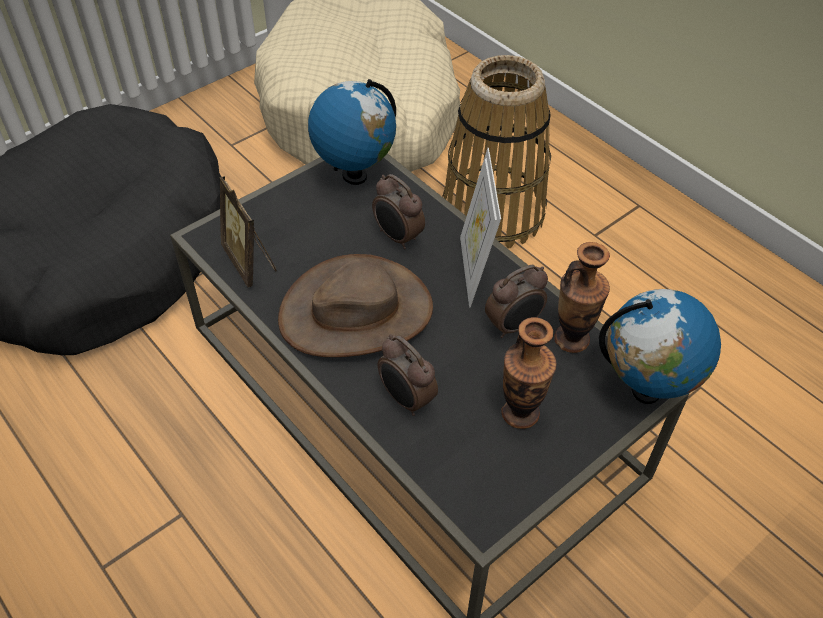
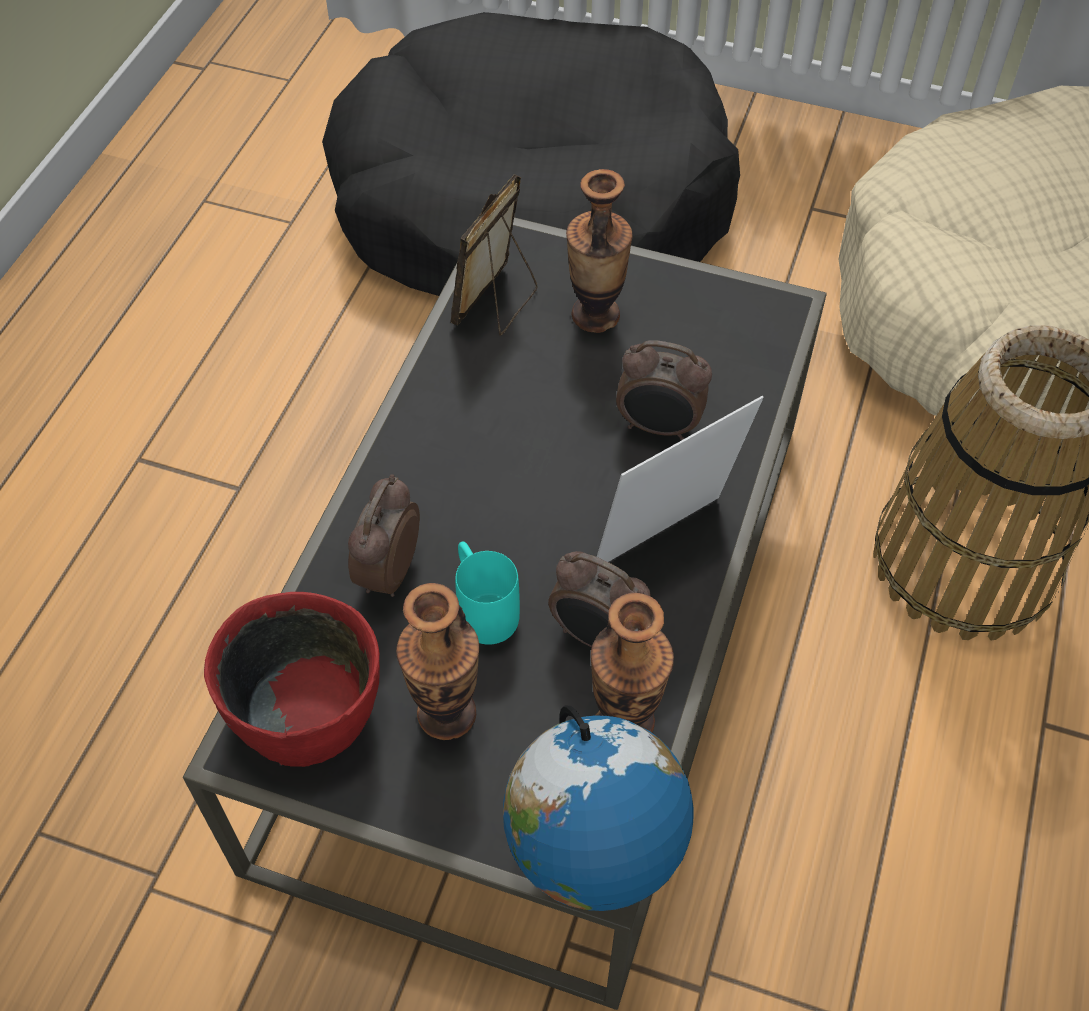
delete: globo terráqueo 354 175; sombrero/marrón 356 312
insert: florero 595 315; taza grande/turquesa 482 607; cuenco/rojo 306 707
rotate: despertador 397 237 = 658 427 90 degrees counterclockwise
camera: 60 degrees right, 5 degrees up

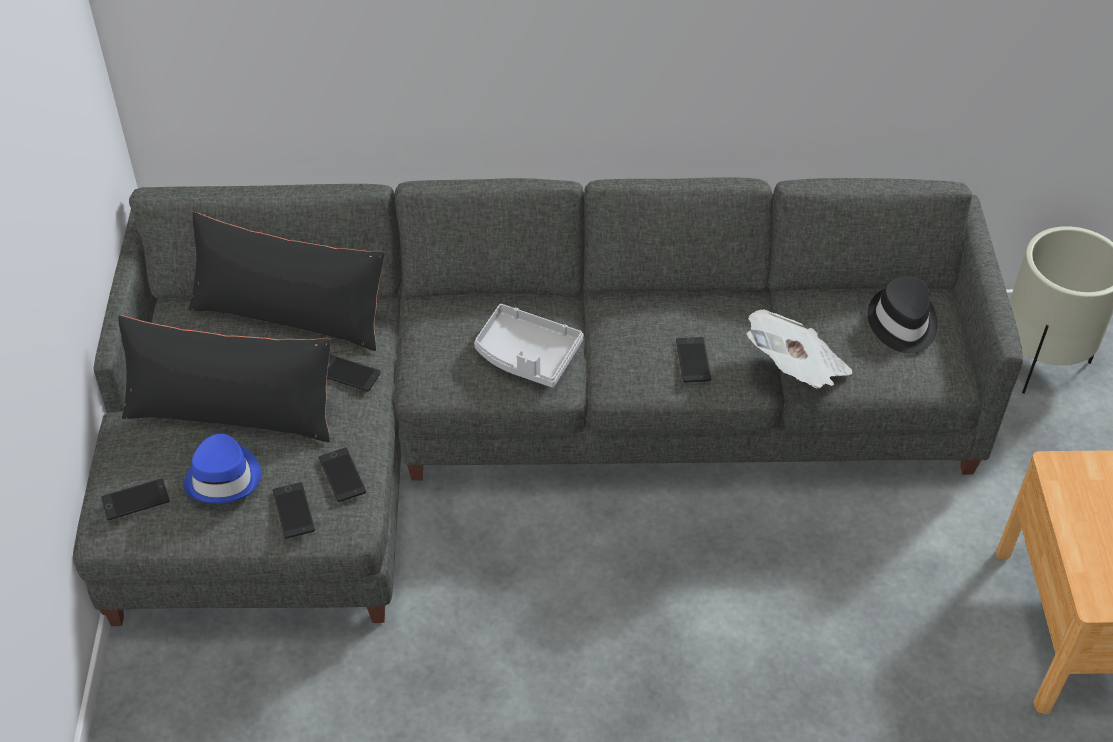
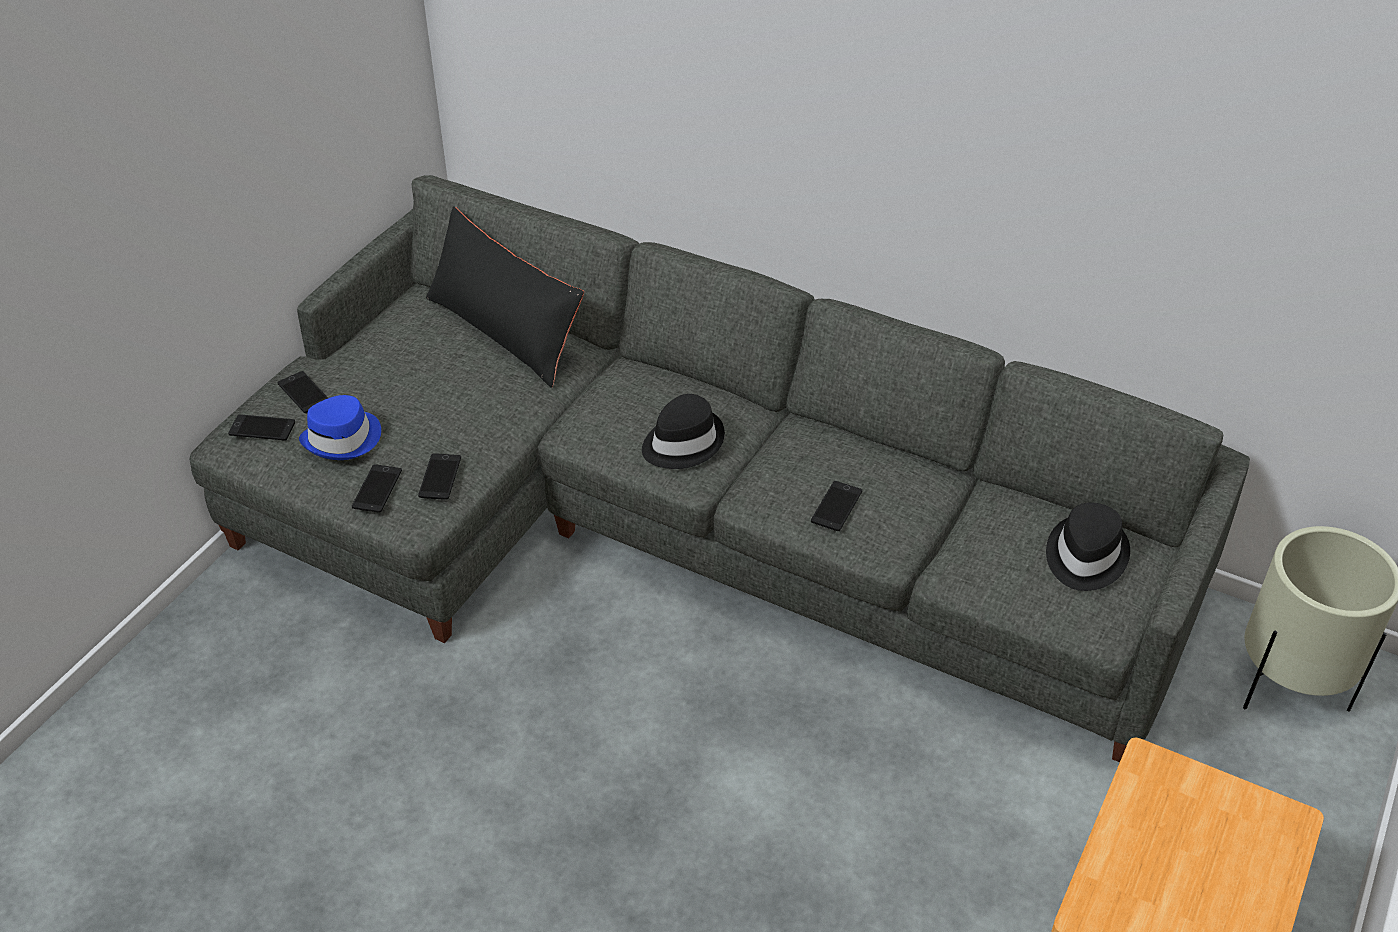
delete: periódico 796 369; cojín/negro 232 410
move: móvil 348 374 to 303 393
replace: bandeja/gris 527 355 to sombrero/negro 682 442
camera: 30 degrees right, 5 degrees down

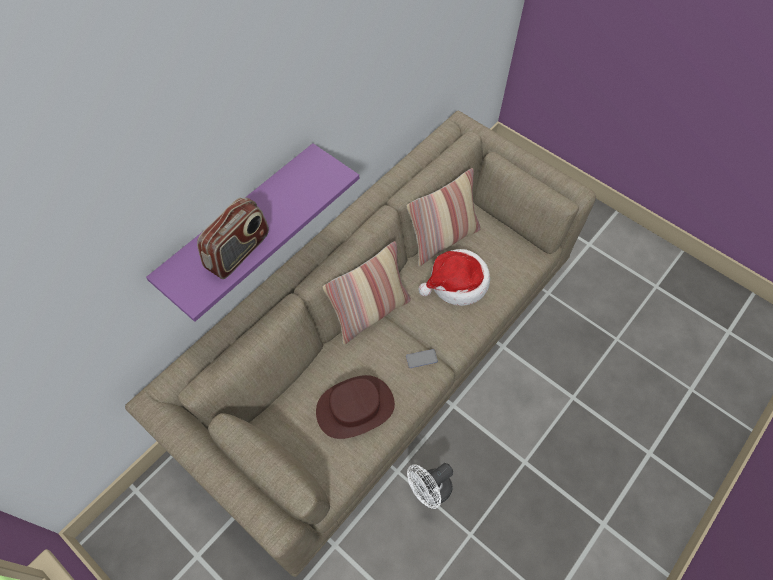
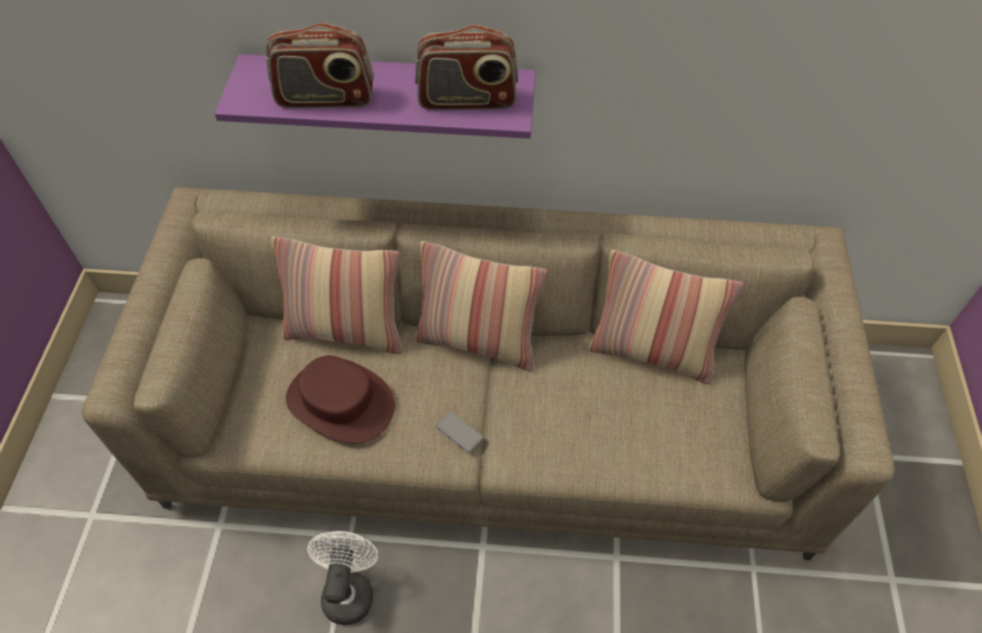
delete: sombrero 456 283
insert: radio 467 100; cojín 346 331
rotate: ventilador/blanco 429 491 = 349 589 75 degrees clockwise
camera: 55 degrees right, 5 degrees down

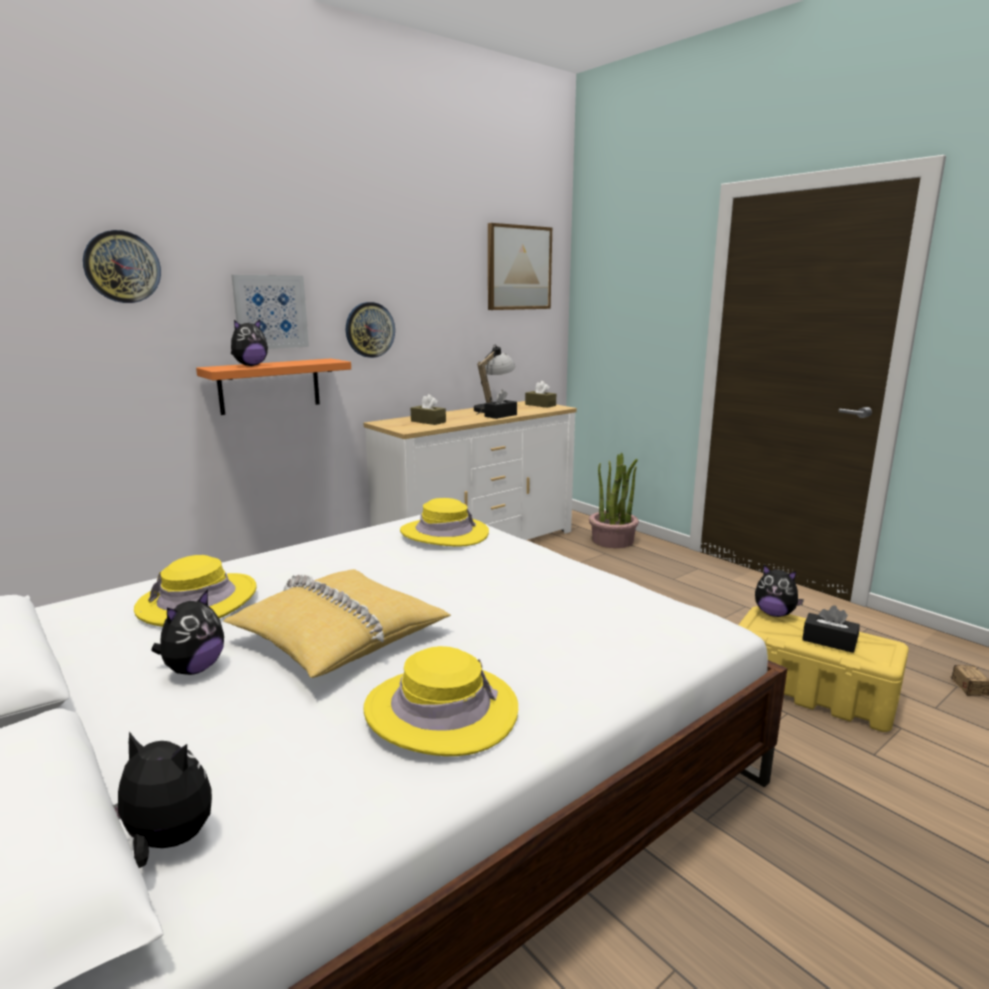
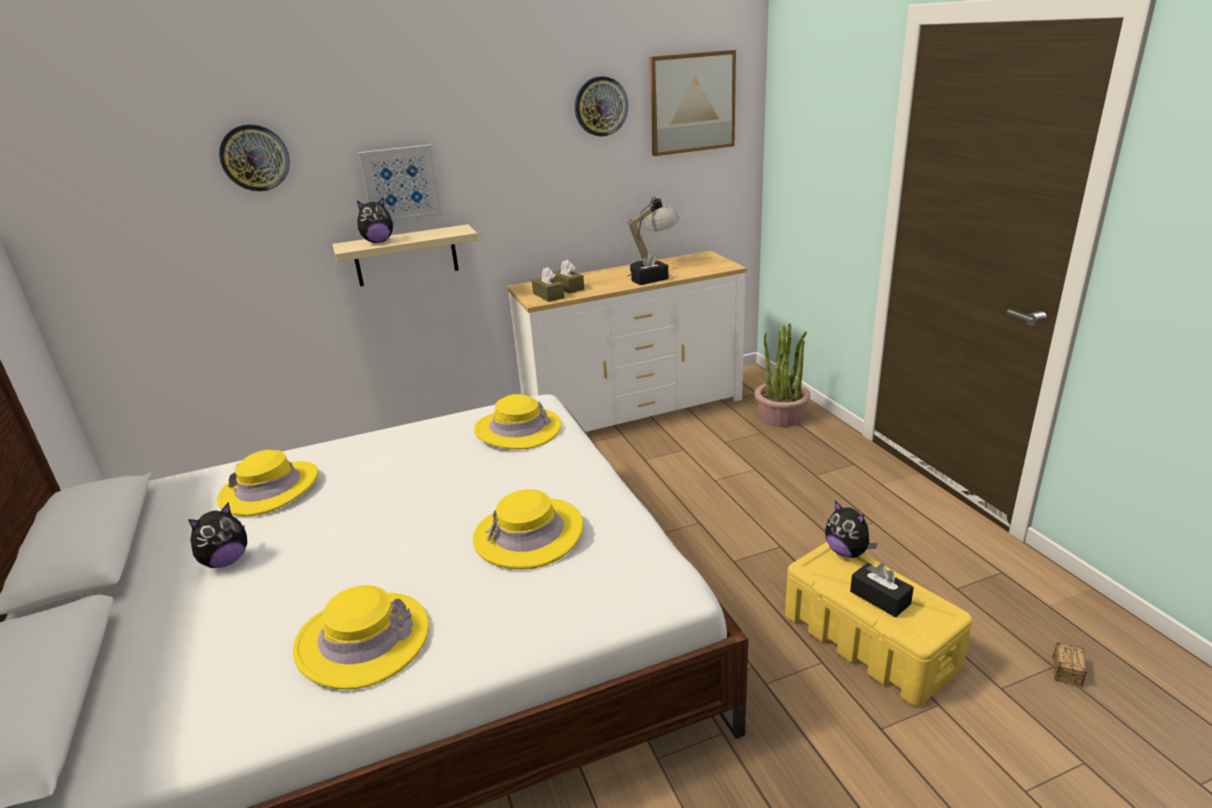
delete: cojín/amarillo 338 636; peluche 167 842
insert: sombrero/amarillo 529 534
move: reloj de pared 369 330 to 600 106; caja de pañuelos/marrón 540 405 to 548 295
recolor: estante/naranja 269 386 to estante/beis 406 256
camera: 20 degrees right, 10 degrees up

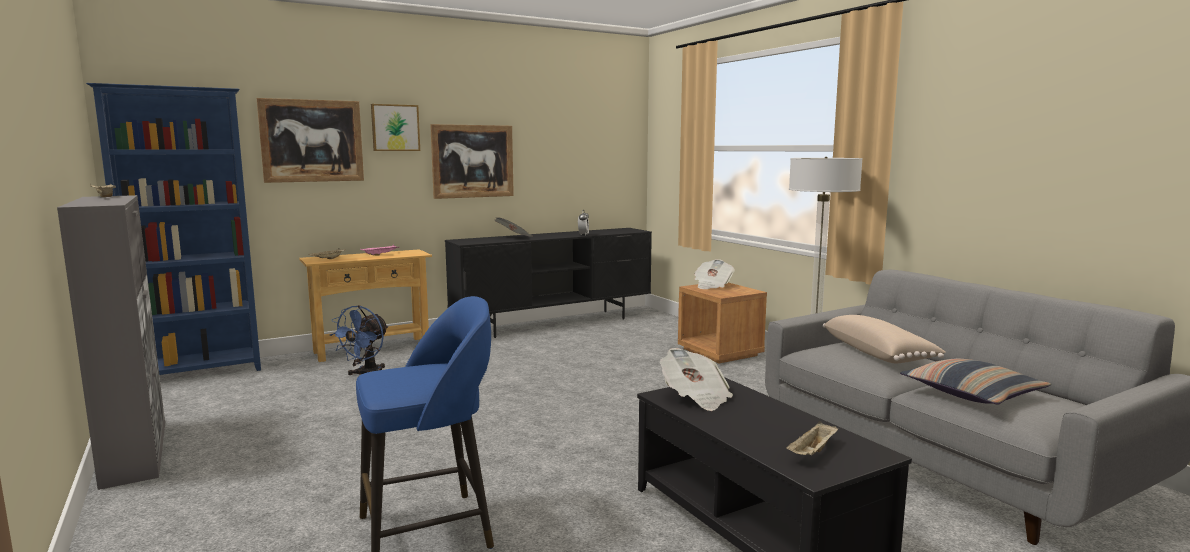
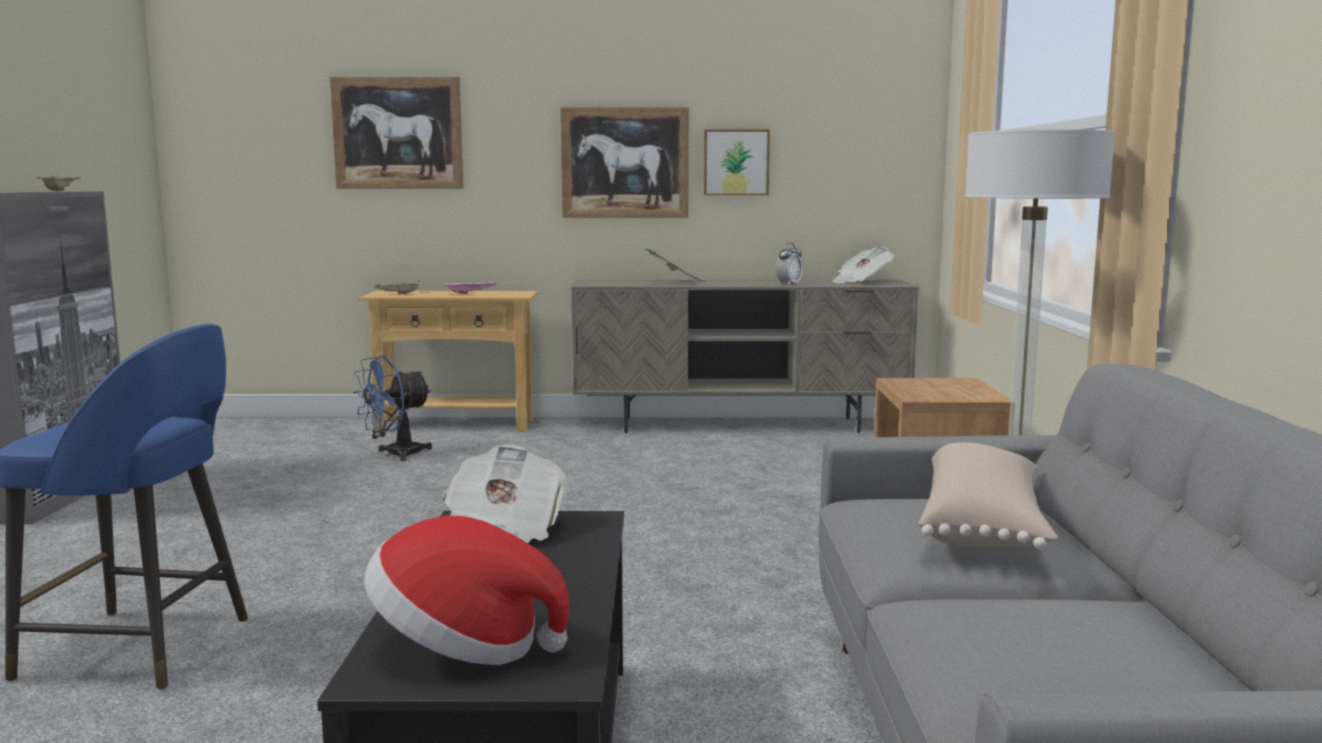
delete: estantería/azul 200 373; cojín 972 393
move: cuadro 395 128 to 736 162; periódico 712 286 to 861 281
replace: bandeja/beis 813 453 to sombrero 462 646
recolor: mueble de televisión/negro 555 323 to mueble de televisión/beis 741 425
camera: 30 degrees right, 0 degrees up

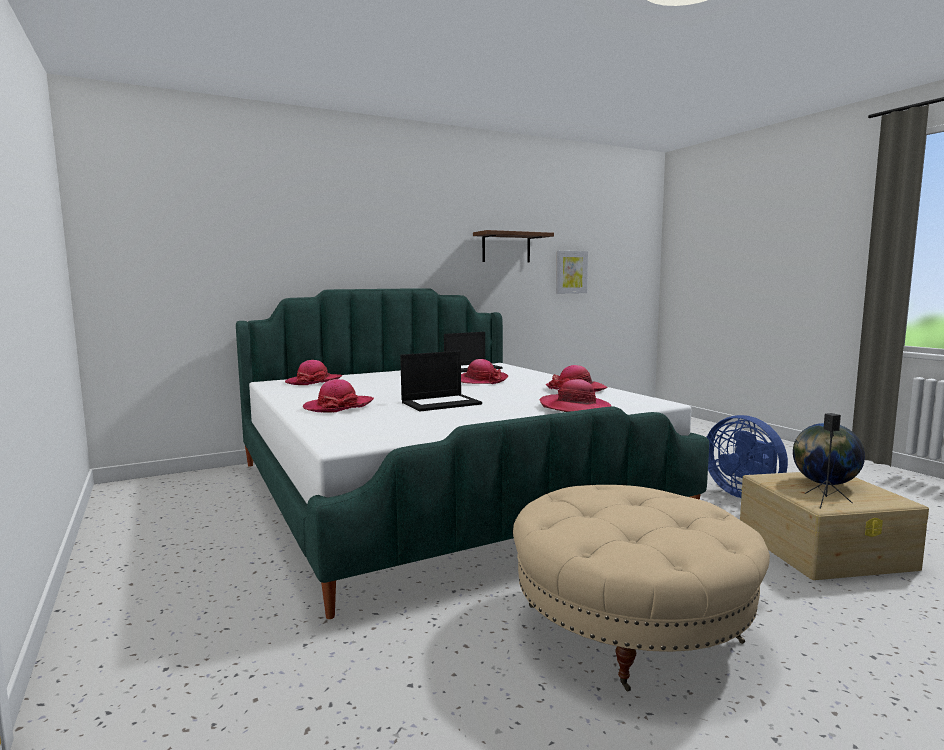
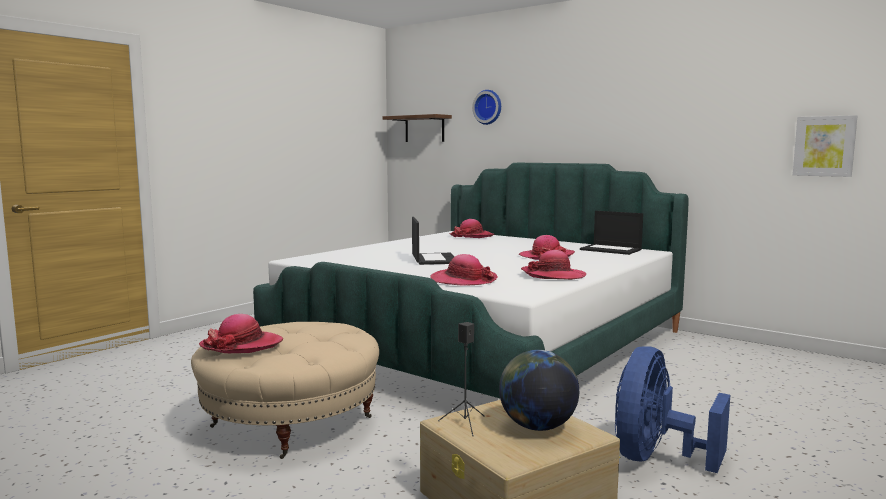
insert: reloj de pared 488 107
move: estante/marrón 506 247 to 424 129; sombrero 338 406 to 241 345
rotate: portátil 441 403 = 433 259 135 degrees counterclockwise
camera: 65 degrees right, 0 degrees up

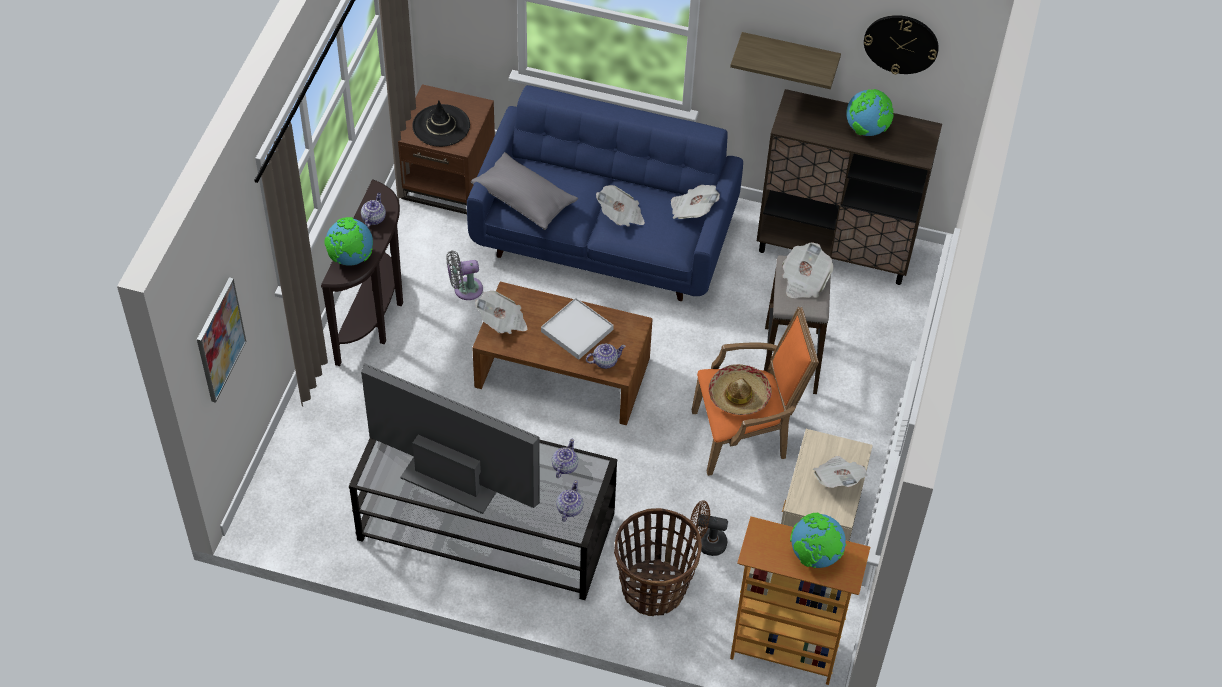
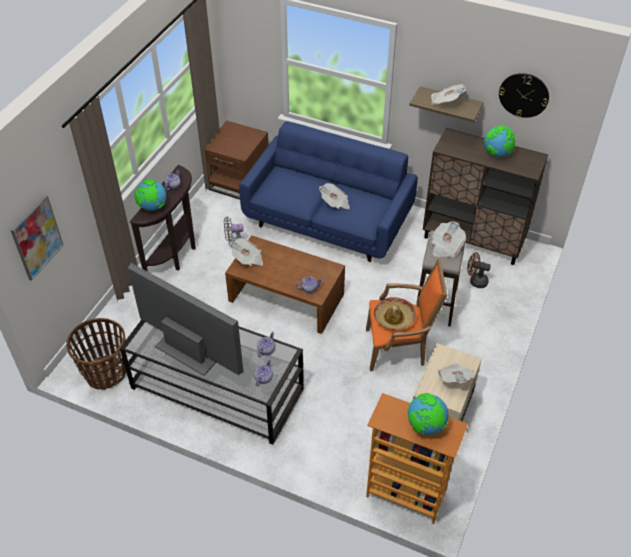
delete: sombrero/negro 441 126; cojín/gris 524 200; bandeja/blanco 577 330
move: periódico 692 210 to 445 101; ventilador/marrón 706 542 to 475 281; cesta 654 588 to 106 373
camera: 10 degrees right, 5 degrees down

